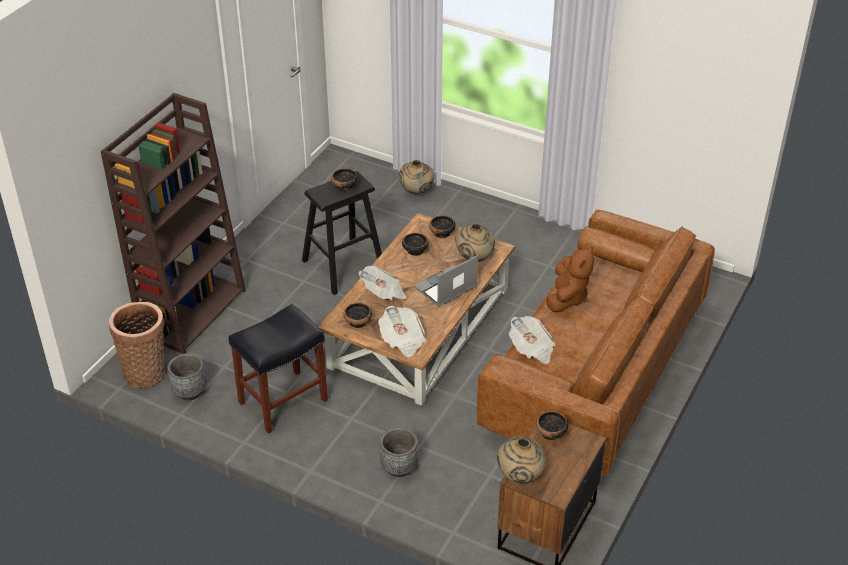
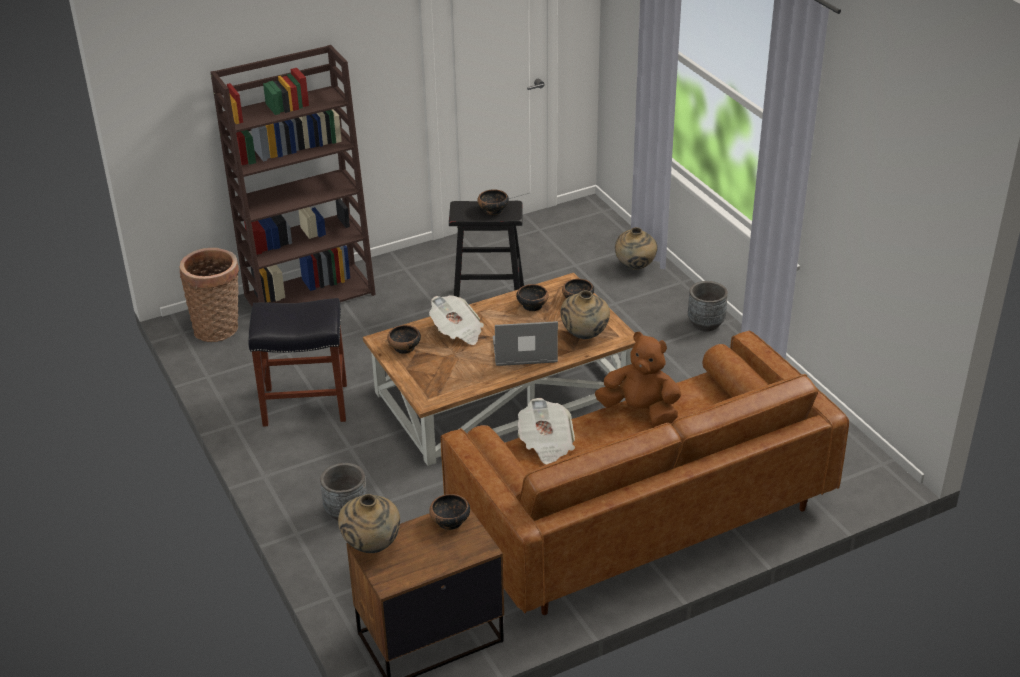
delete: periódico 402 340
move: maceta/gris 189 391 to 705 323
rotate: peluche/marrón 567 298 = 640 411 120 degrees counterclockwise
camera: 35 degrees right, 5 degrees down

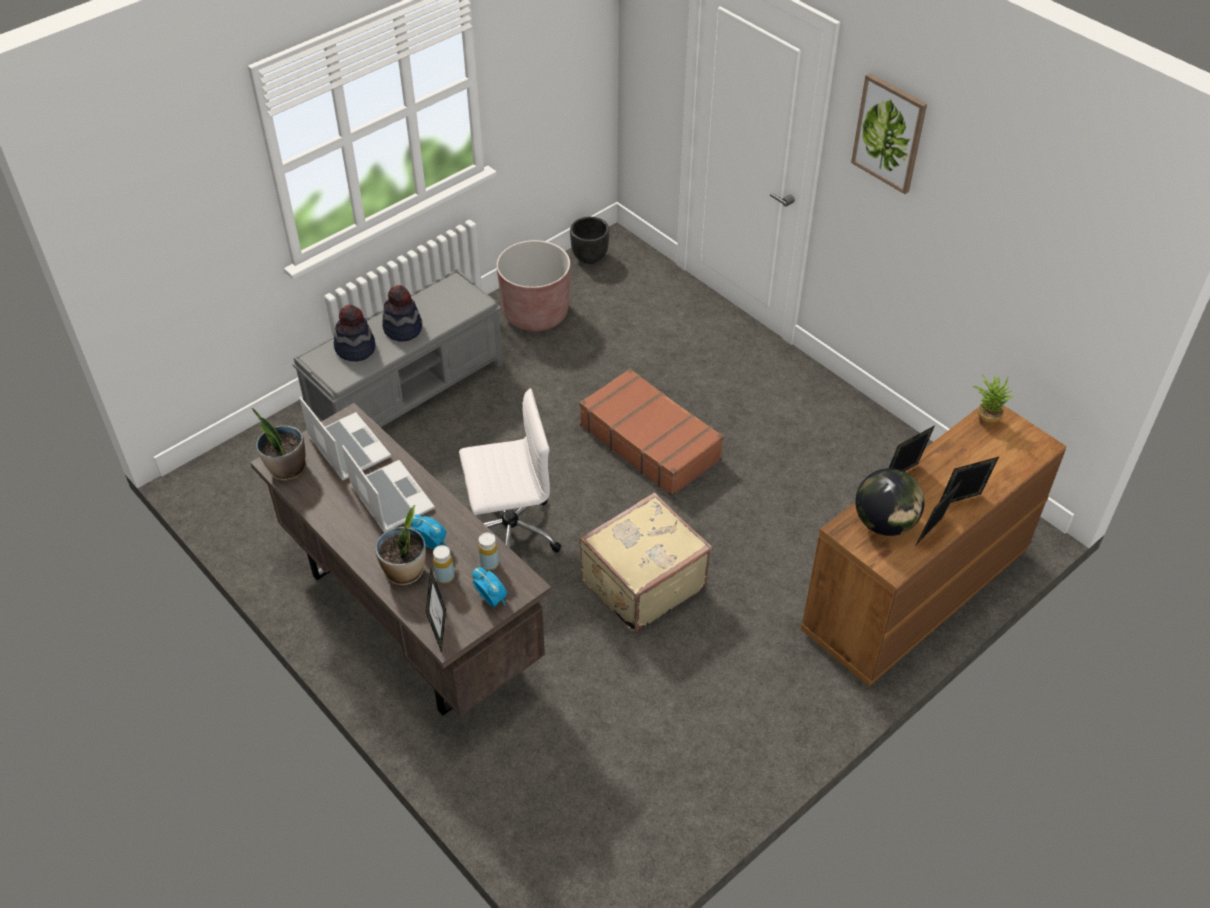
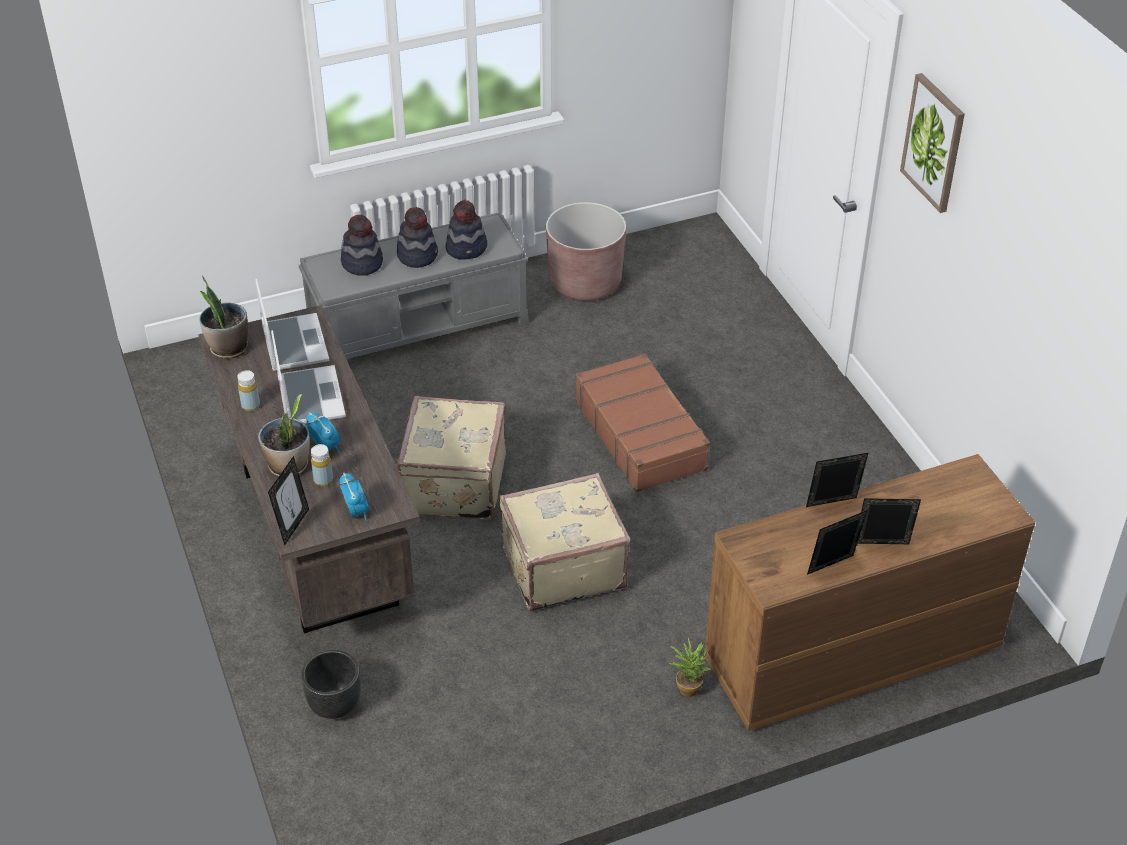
delete: globo terráqueo 884 523
insert: sombrero 467 248
move: maceta/negro 589 257 to 334 705; planta en maceta 985 419 to 688 686; botella/amarillo 489 564 to 250 405
replace: silla de oficina/blanco 509 533 to maleta/beis 452 484
camera: 20 degrees right, 5 degrees down

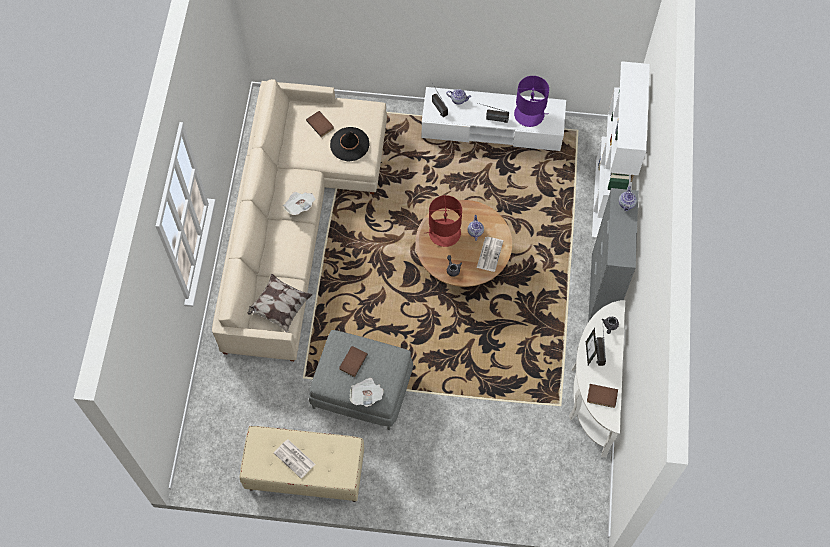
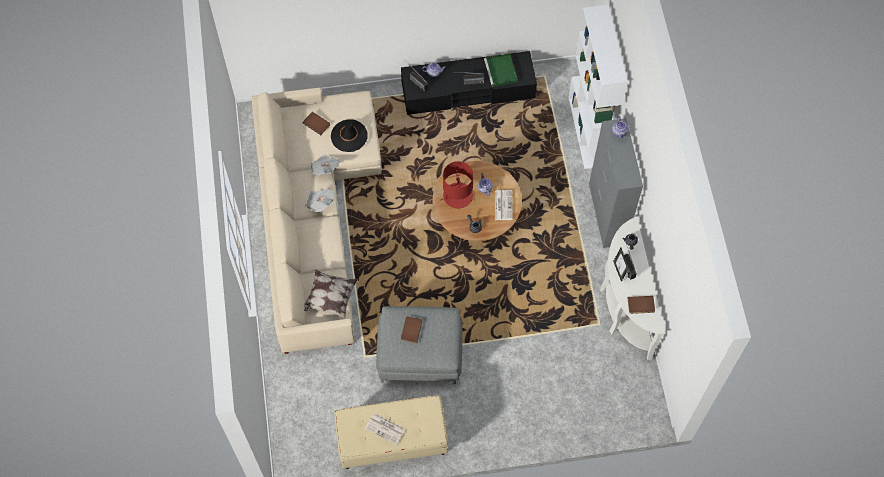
move: periódico 366 395 to 325 168
replace: lámpara de mesa/morado 529 114 to bandeja/verde 501 71
recolor: mueble de televisión/blanco 492 127 to mueble de televisión/negro 468 91
camera: 15 degrees left, 0 degrees up

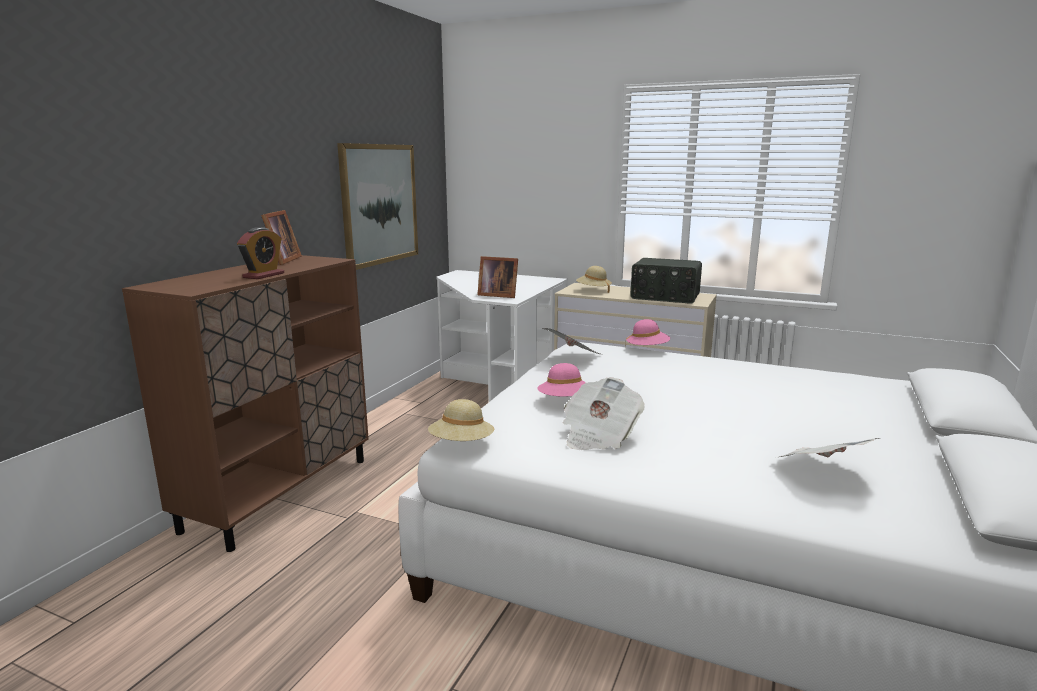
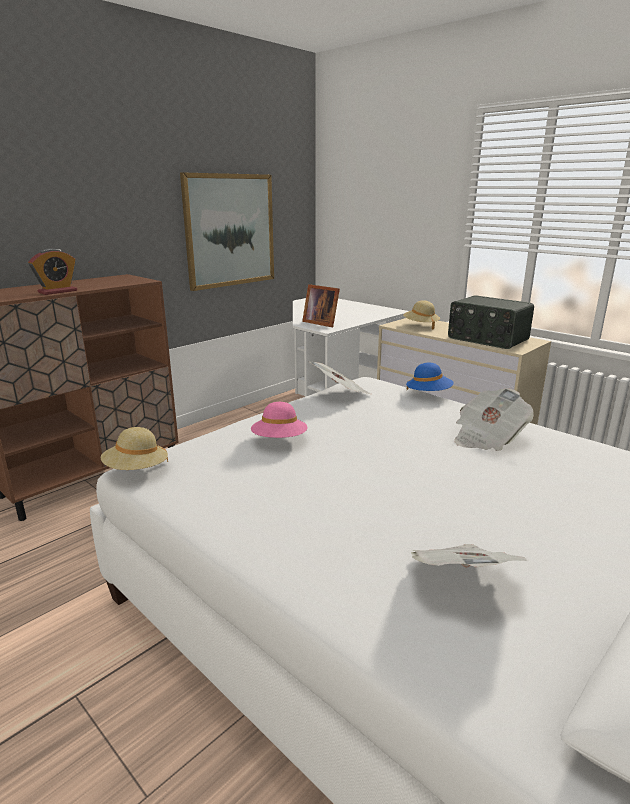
delete: portarretratos 279 261
move: periódico 598 435 to 487 438
recolor: sombrero/rosa 647 349 to sombrero/azul 428 394
camera: 20 degrees right, 5 degrees up

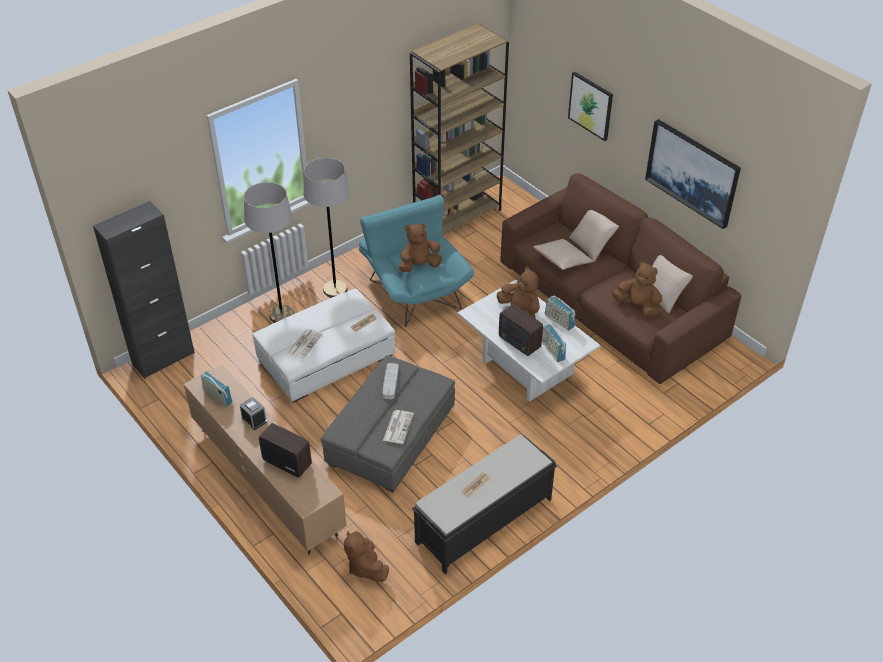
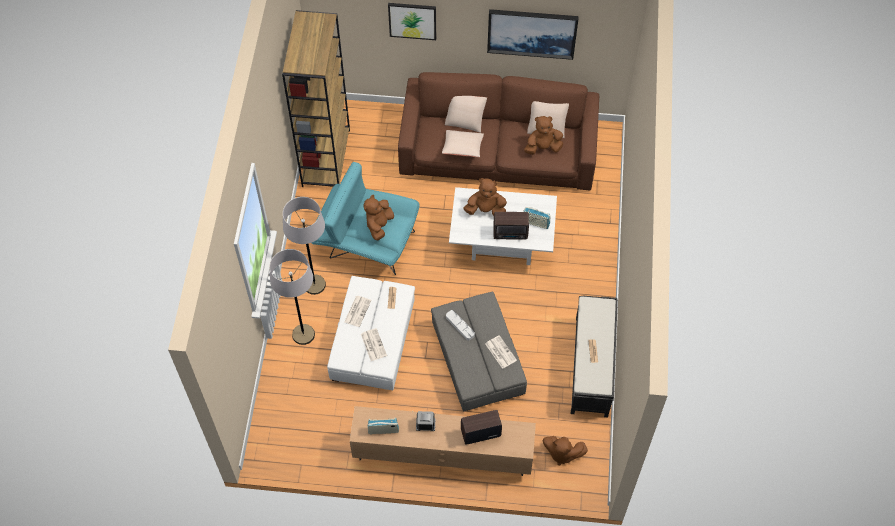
delete: armario/negro 163 358; radio 559 321
insert: periódico 357 311
camera: 45 degrees left, 15 degrees up

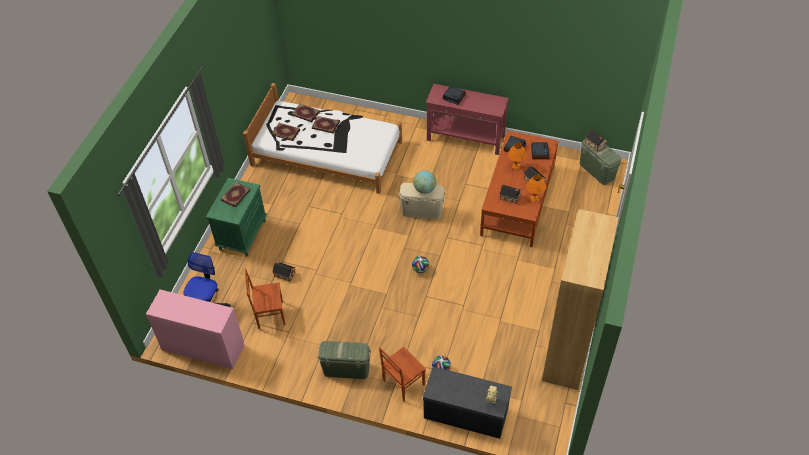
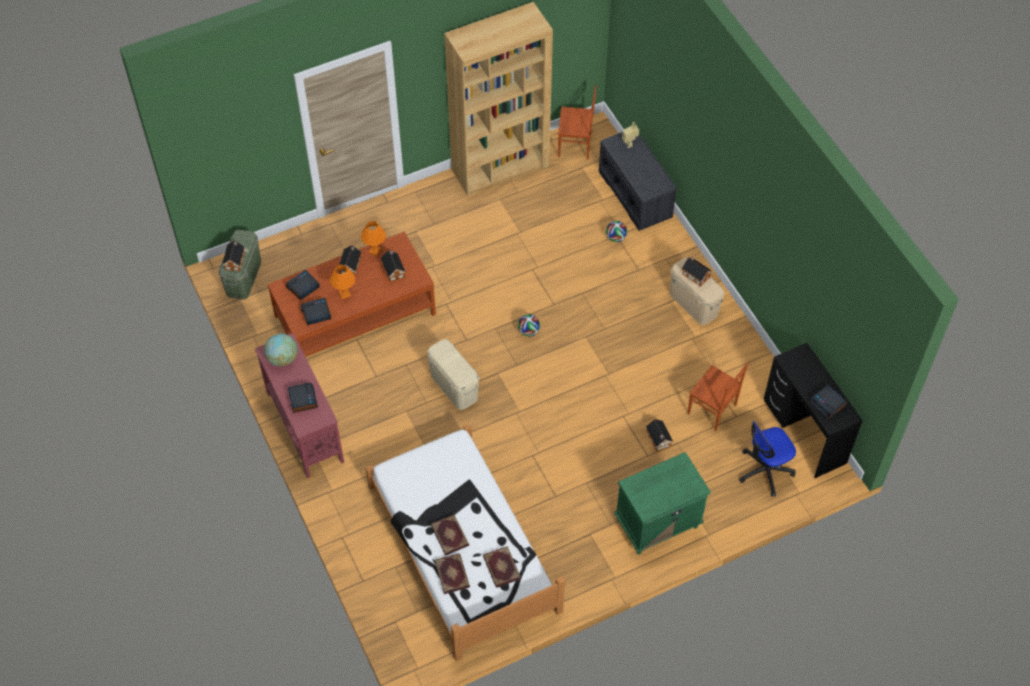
delete: libro 236 195
insert: casita 695 275; despertador 828 404
move: globo terráqueo 424 189 to 282 358; silla/marrón 403 382 to 575 146
recolor: escritorio/rosa 203 347 to escritorio/negro 804 432; caja de almacenaje/verde 346 369 to caja de almacenaje/beis 693 304
camera: 135 degrees left, 5 degrees up

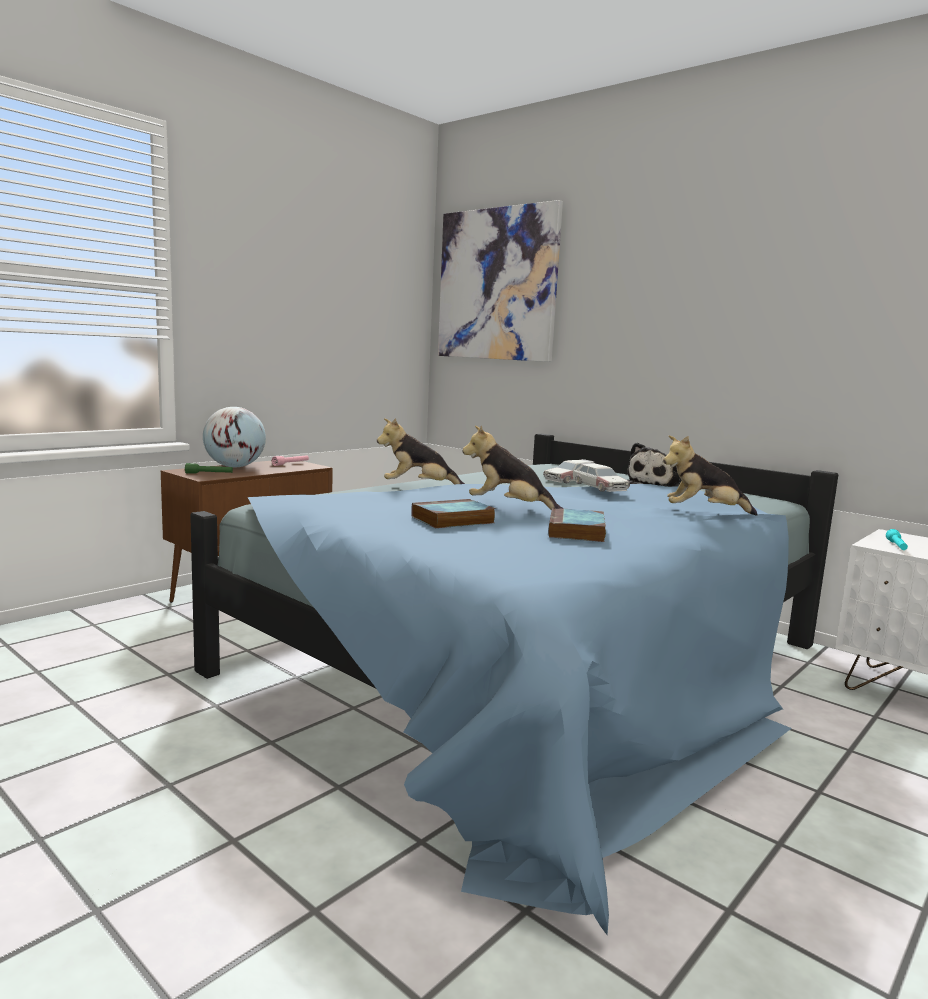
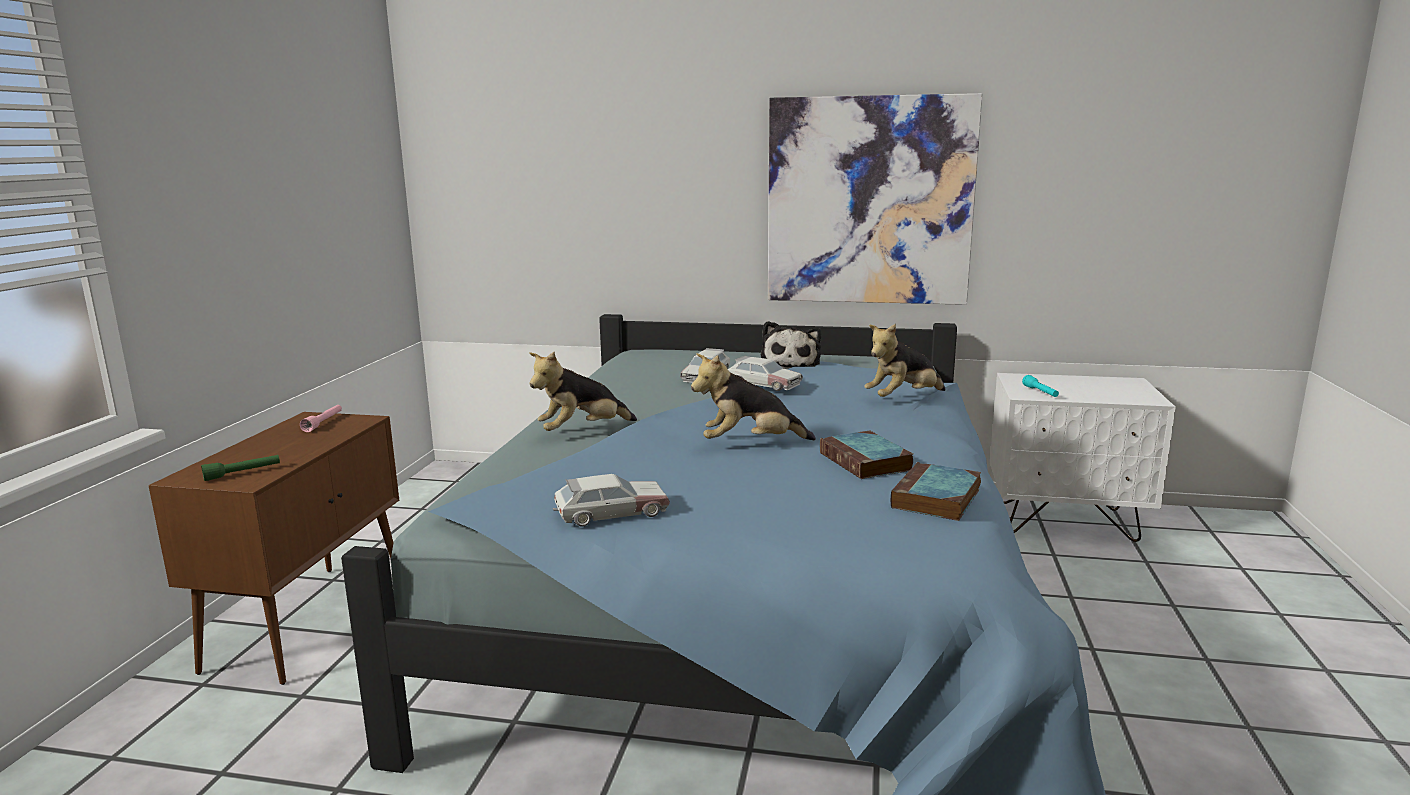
delete: globo terráqueo 234 467
insert: coche de juguete 610 513
move: cuadro 497 284 to 869 201; libro 452 520 to 936 499
camera: 30 degrees left, 5 degrees up

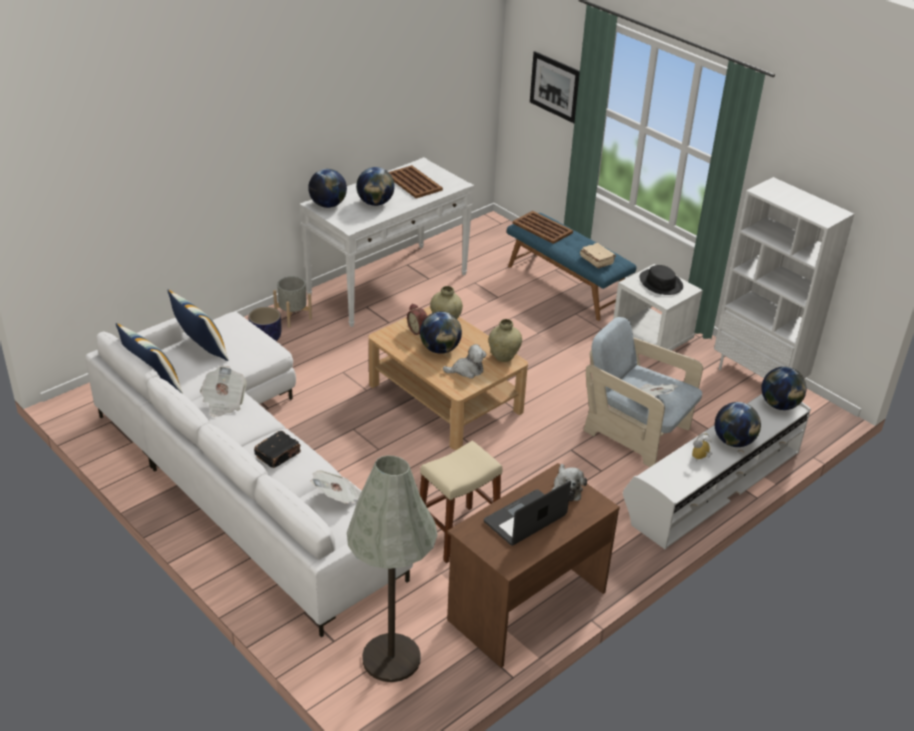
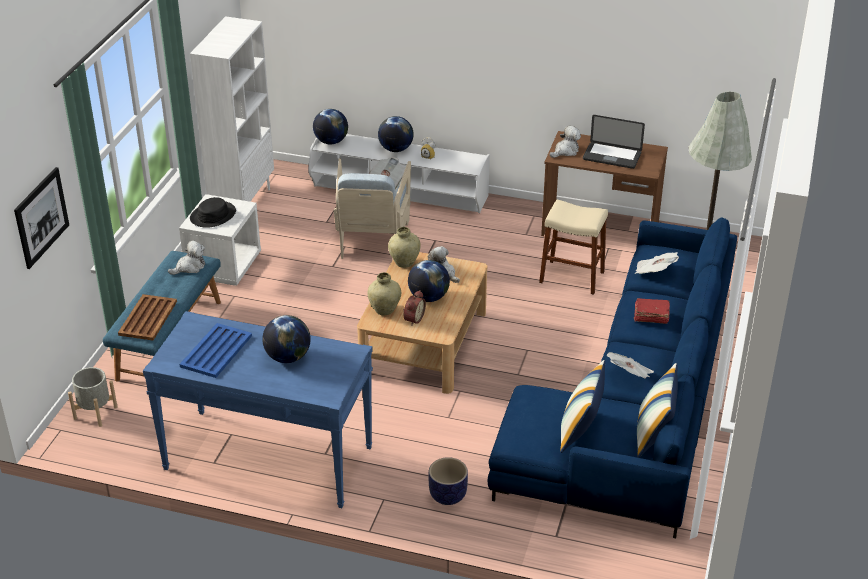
delete: globo terráqueo 328 205
move: maceta/gris 293 317 to 95 413
replace: libro/beis 596 260 to peluche 190 267
recolor: mesa consola/blanco 388 284 to mesa consola/azul 267 458; bandeja/marrón 413 182 to bandeja/azul 215 351; sofá/blanco 244 473 to sofá/azul 634 405; libro/negro 278 455 to libro/rojo 650 316
camera: 120 degrees left, 0 degrees up

